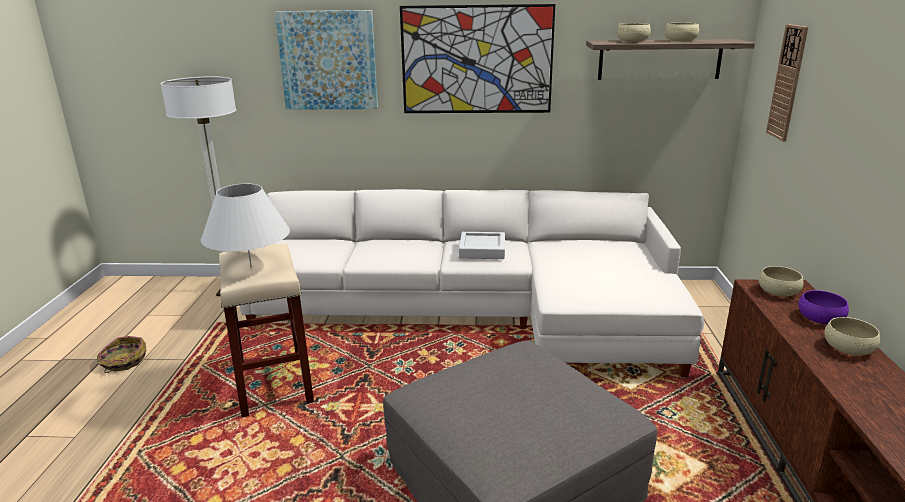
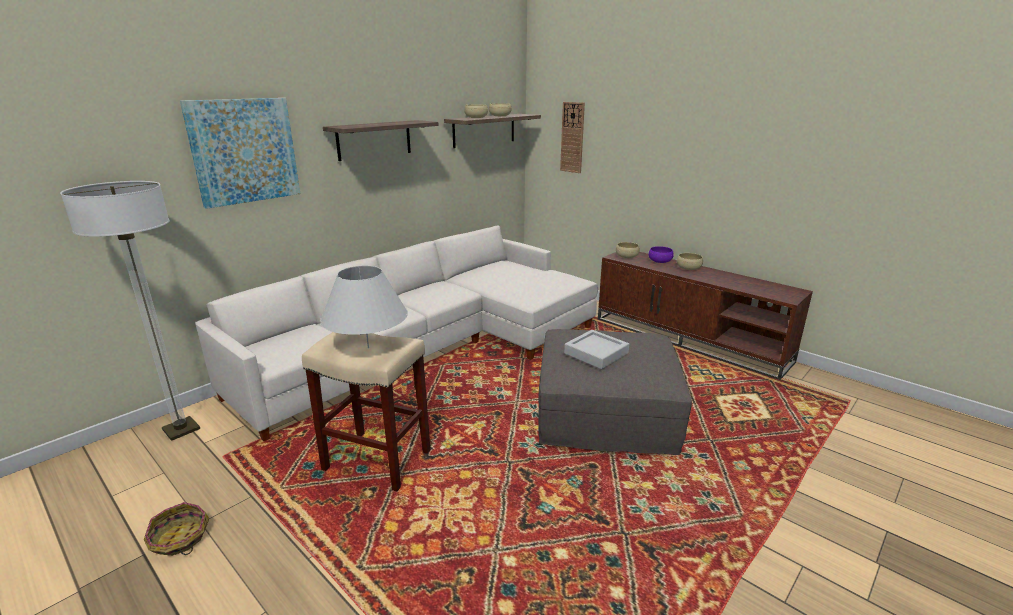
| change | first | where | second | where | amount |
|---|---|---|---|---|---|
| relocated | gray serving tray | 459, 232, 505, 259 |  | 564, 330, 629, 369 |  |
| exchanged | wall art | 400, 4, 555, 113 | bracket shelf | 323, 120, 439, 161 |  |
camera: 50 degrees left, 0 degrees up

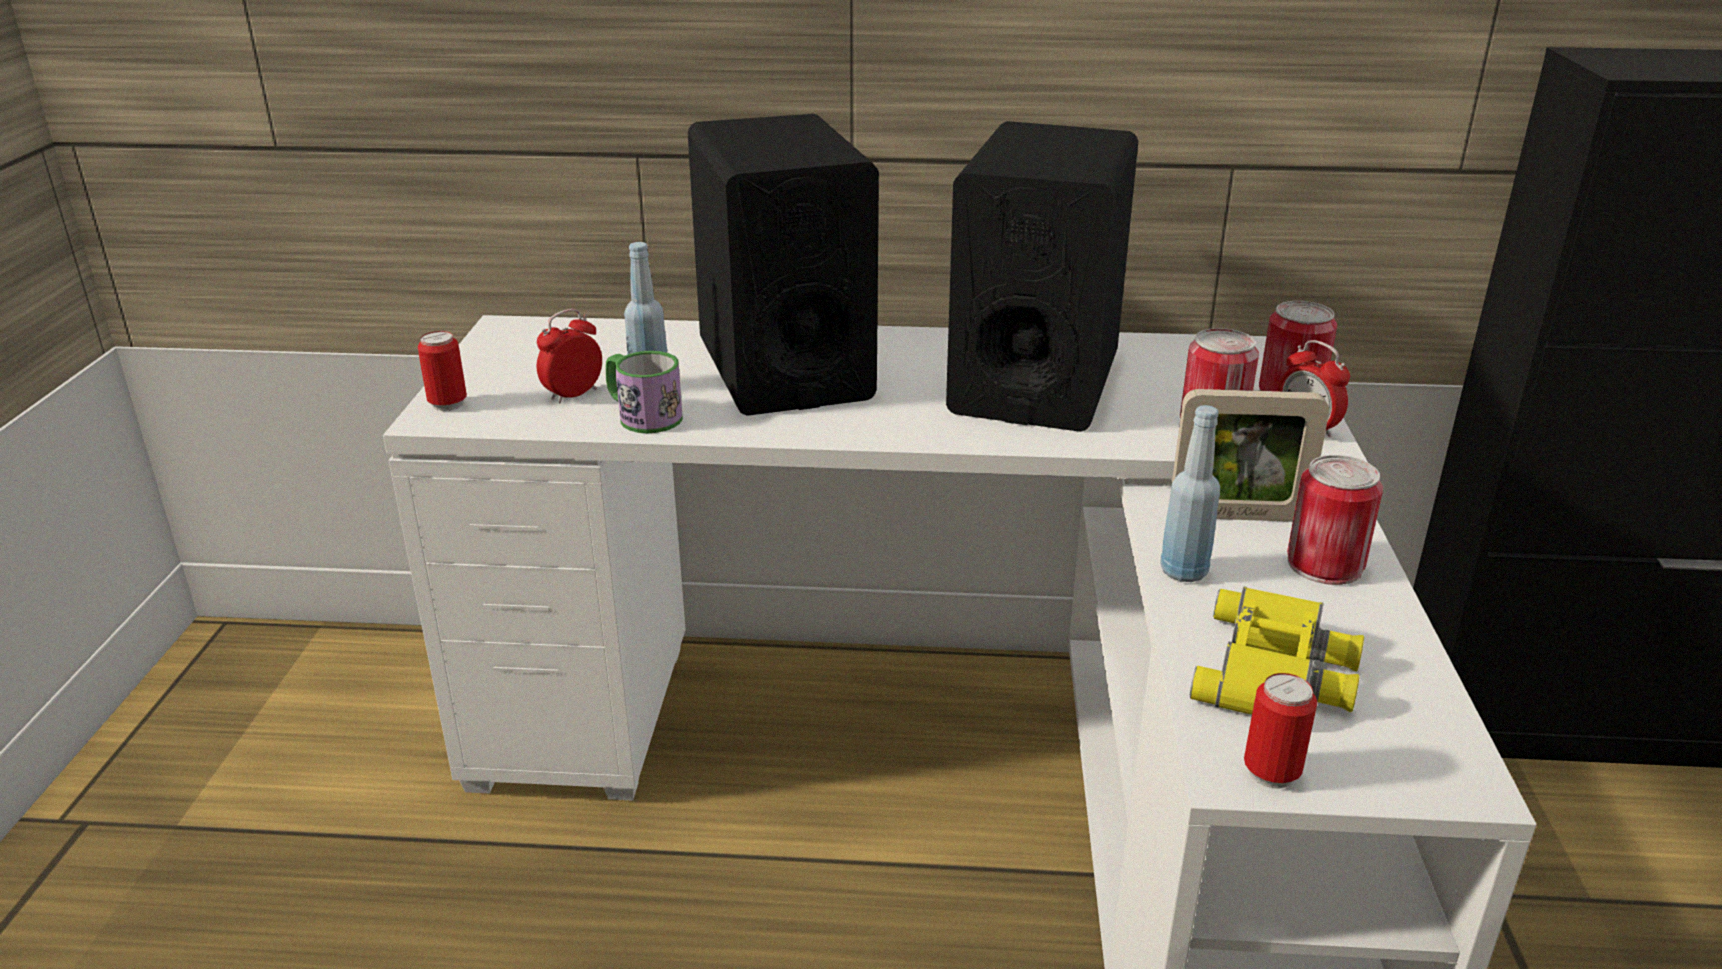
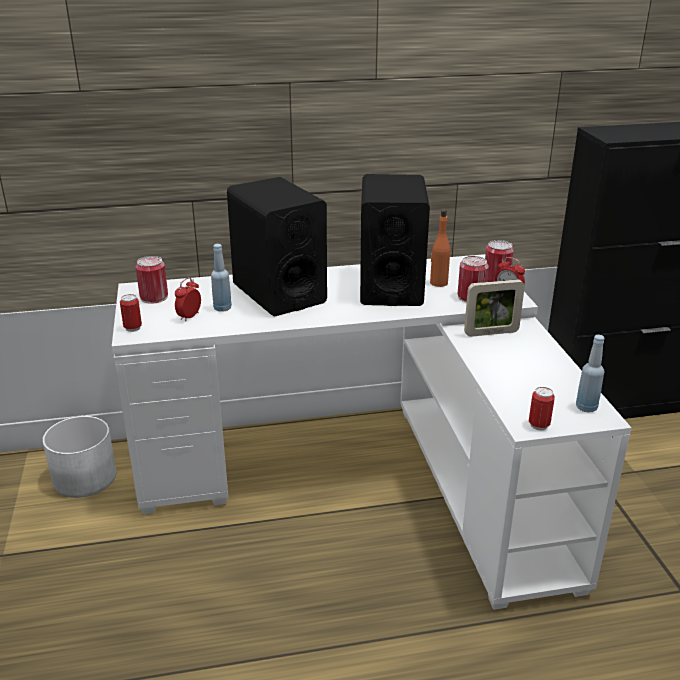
| change | first | where | second | where | amount |
|---|---|---|---|---|---|
| missing | mug | 605, 351, 683, 433 |  |  |  |
| missing | yellowish pair of binoculars | 1190, 587, 1364, 715 |  |  |  |
| appeared |  |  | white planter | 42, 416, 116, 498 |  |
| appeared |  |  | orange-coloured bottle | 430, 210, 450, 287 |  |
| relocated | blue-coloured bottle | 1160, 405, 1220, 582 |  | 576, 335, 605, 413 |  |
| relocated | metal can | 1287, 455, 1383, 585 |  | 136, 256, 168, 304 |  |
camera: 15 degrees left, 0 degrees up

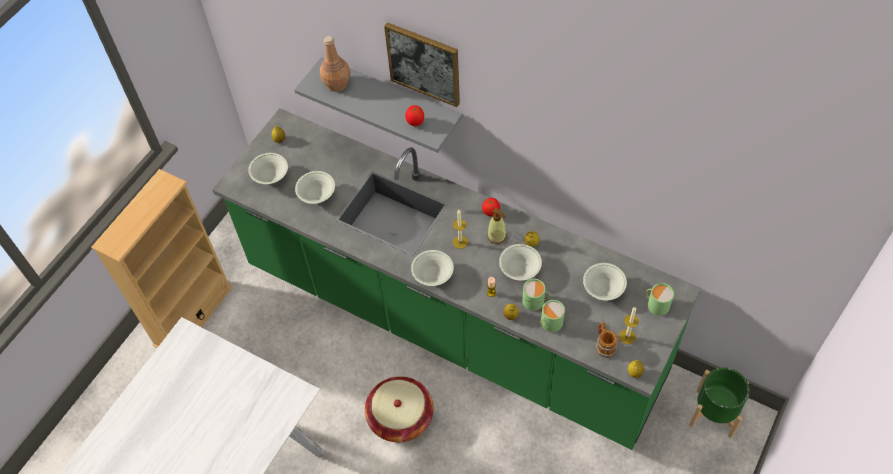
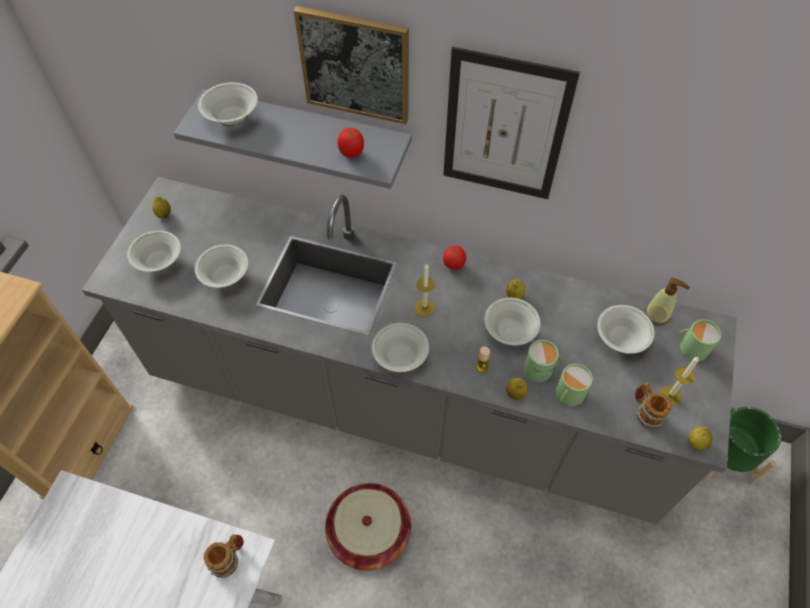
| change | first | where | second | where | amount |
|---|---|---|---|---|---|
| appeared |  |  | mug | 204, 534, 244, 578 |  |
| appeared |  |  | wall art | 443, 47, 580, 199 |  |
| relocated | liquid soap bottle | 487, 208, 506, 244 |  | 645, 277, 689, 326 |  |
| exchanged | brown bottle | 320, 36, 350, 92 | white serving bowl | 198, 82, 258, 126 |  |
| colour | greenish kitchen counter | 212, 108, 702, 450 | gray kitchen counter | 82, 177, 737, 524 |  |
camera: 15 degrees left, 0 degrees up

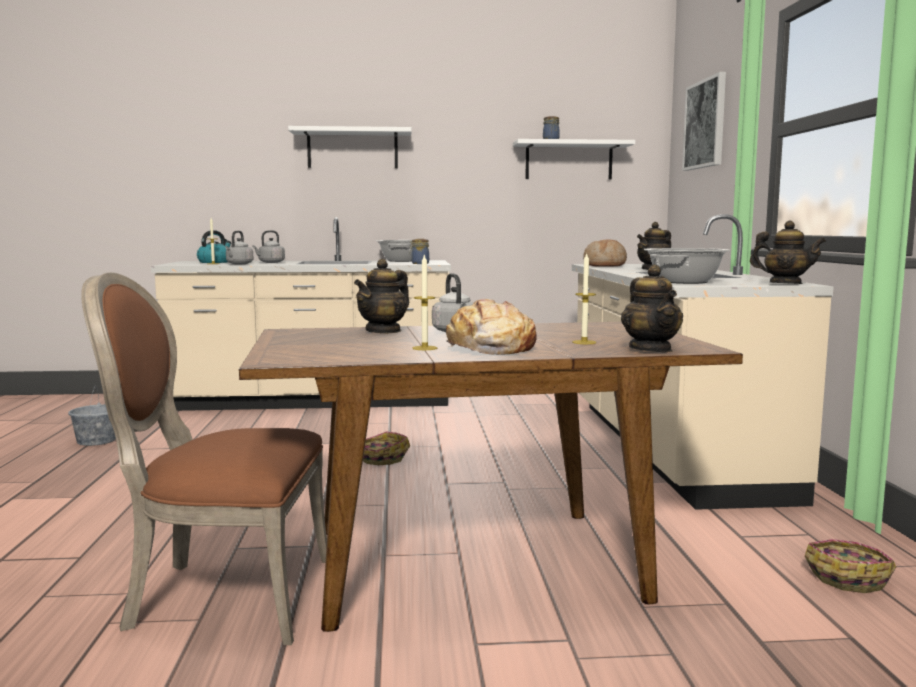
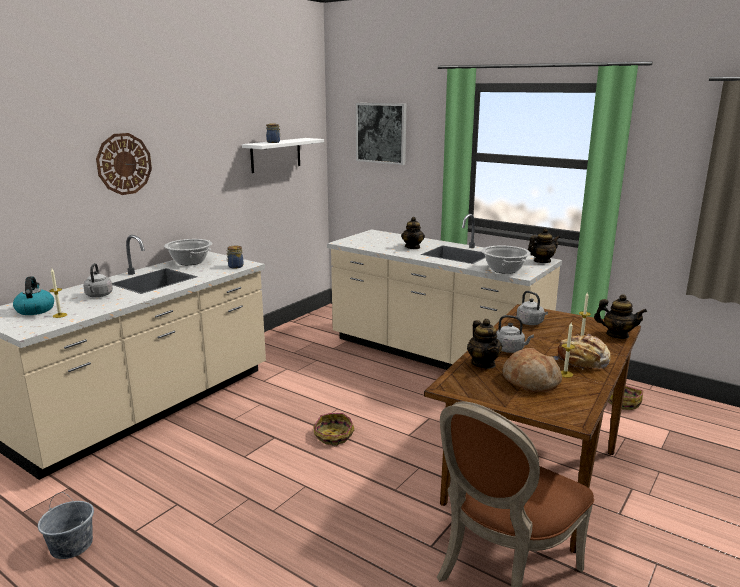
| change | first | where | second | where | amount |
|---|---|---|---|---|---|
| relocated | gray tea kettle | 225, 231, 253, 264 |  | 517, 291, 548, 325 |  |
| relocated | bread | 583, 240, 627, 267 |  | 503, 348, 562, 392 |  |
| exchanged | white bracket shelf | 288, 126, 412, 168 | wall clock | 96, 133, 152, 195 |  |
camera: 50 degrees left, 10 degrees up

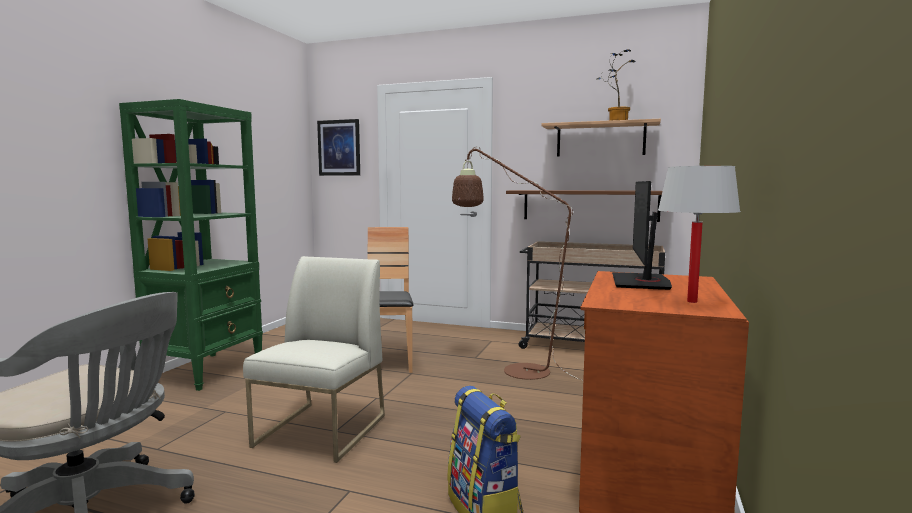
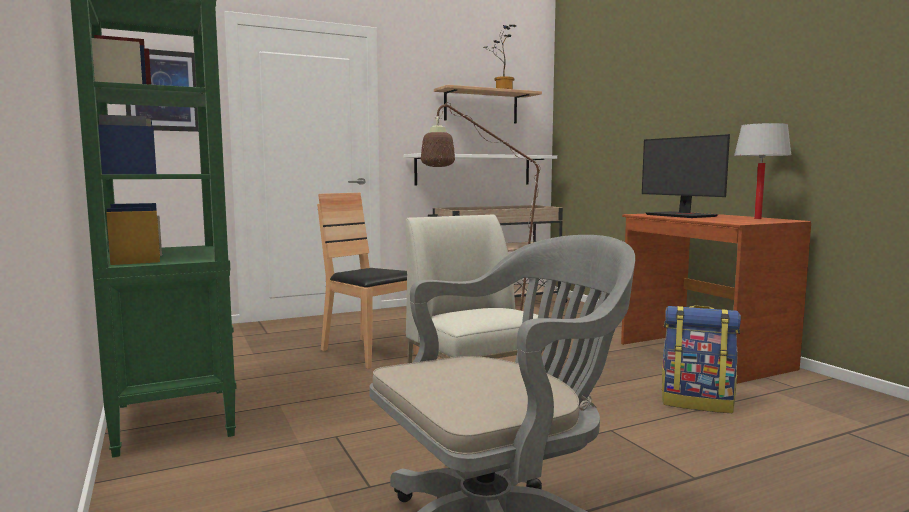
| change | first | where | second | where | amount |
|---|---|---|---|---|---|
| colour | brown bracket shelf | 506, 190, 662, 222 | white bracket shelf | 404, 153, 557, 185 |  |
camera: 45 degrees left, 0 degrees up

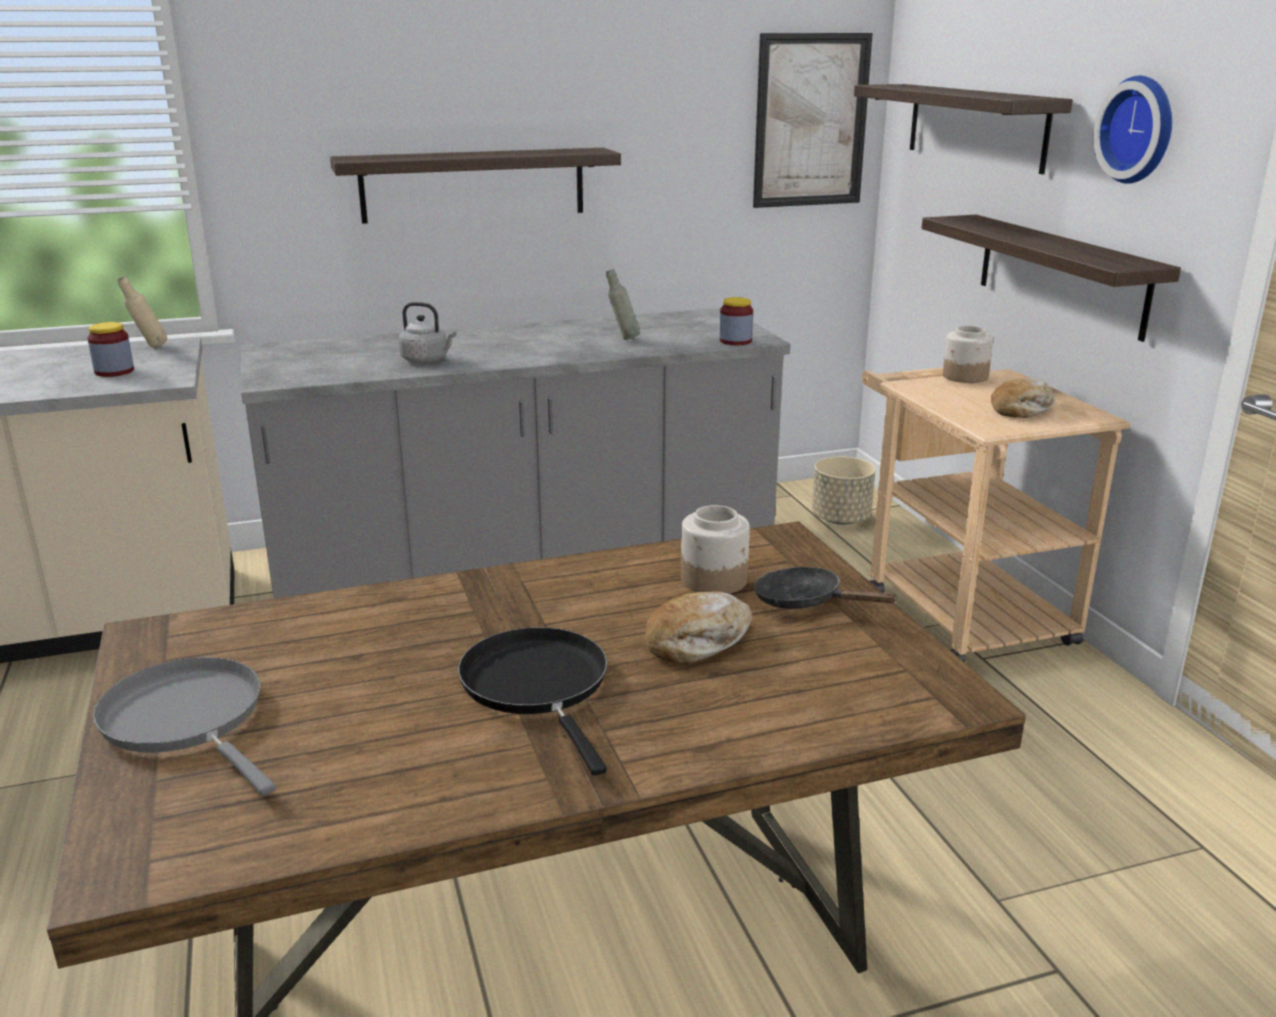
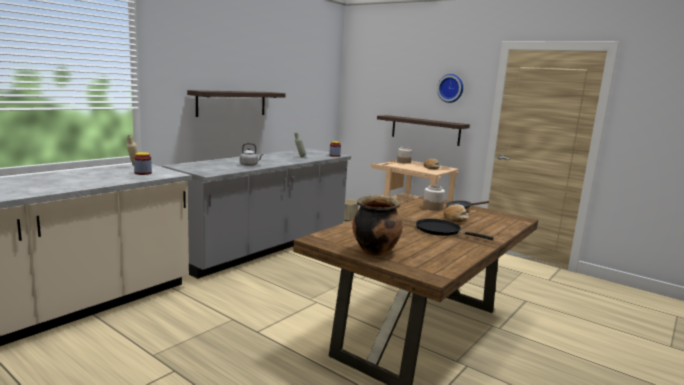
| change | first | where | second | where | amount |
|---|---|---|---|---|---|
| missing | wall art | 753, 33, 873, 208 |  |  |  |
| missing | bracket shelf | 854, 84, 1073, 174 |  |  |  |
| exchanged | gray frying pan | 93, 657, 276, 796 | cooking pot | 352, 195, 403, 256 |  |
camera: 35 degrees left, 10 degrees down

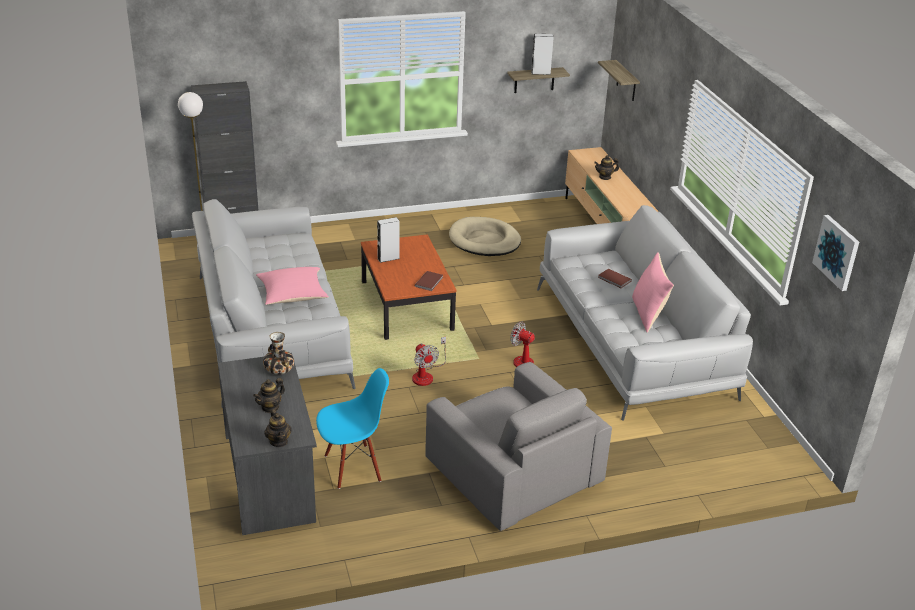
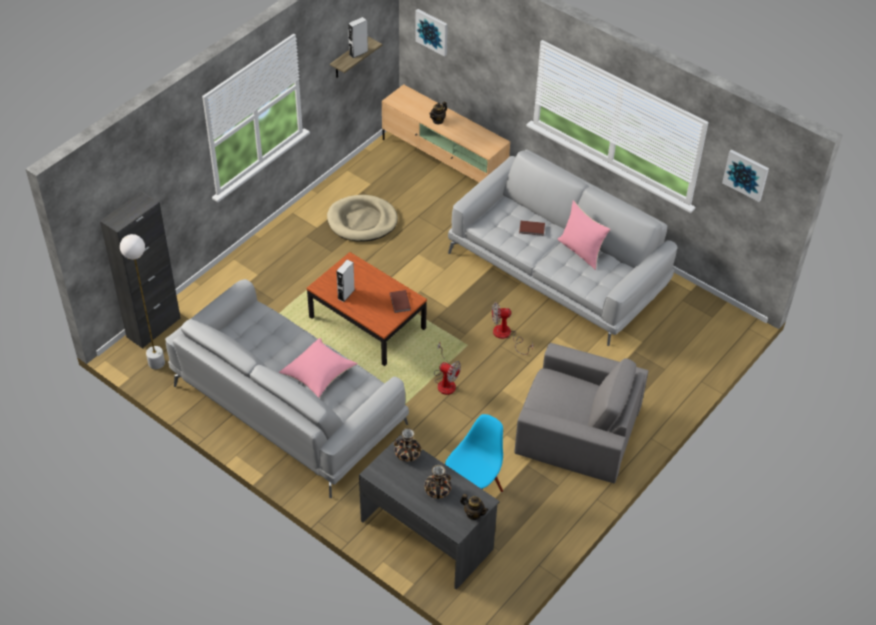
| change | first | where | second | where | amount |
|---|---|---|---|---|---|
| exchanged | teapot | 253, 378, 285, 413 | flower vase | 424, 465, 451, 499 |  |
| exchanged | bracket shelf | 598, 60, 640, 101 | wall art | 415, 9, 448, 57 |  |
camera: 35 degrees left, 15 degrees up

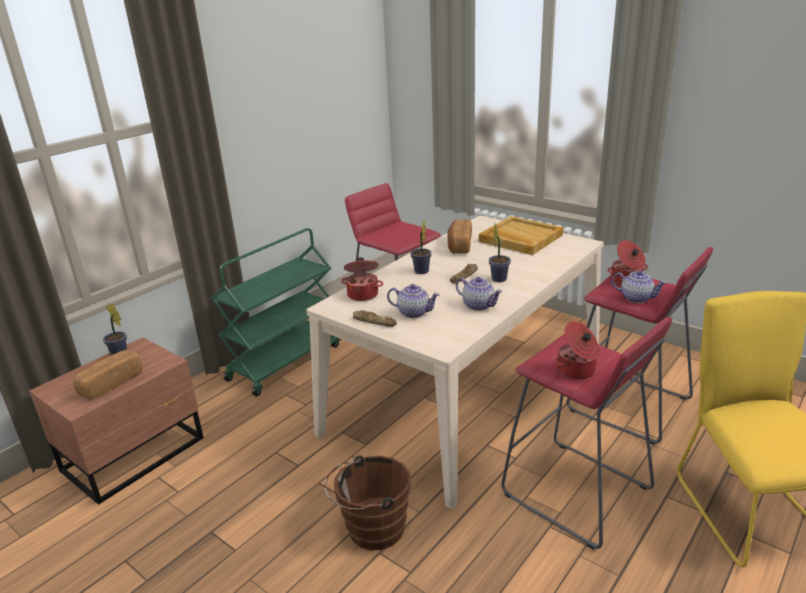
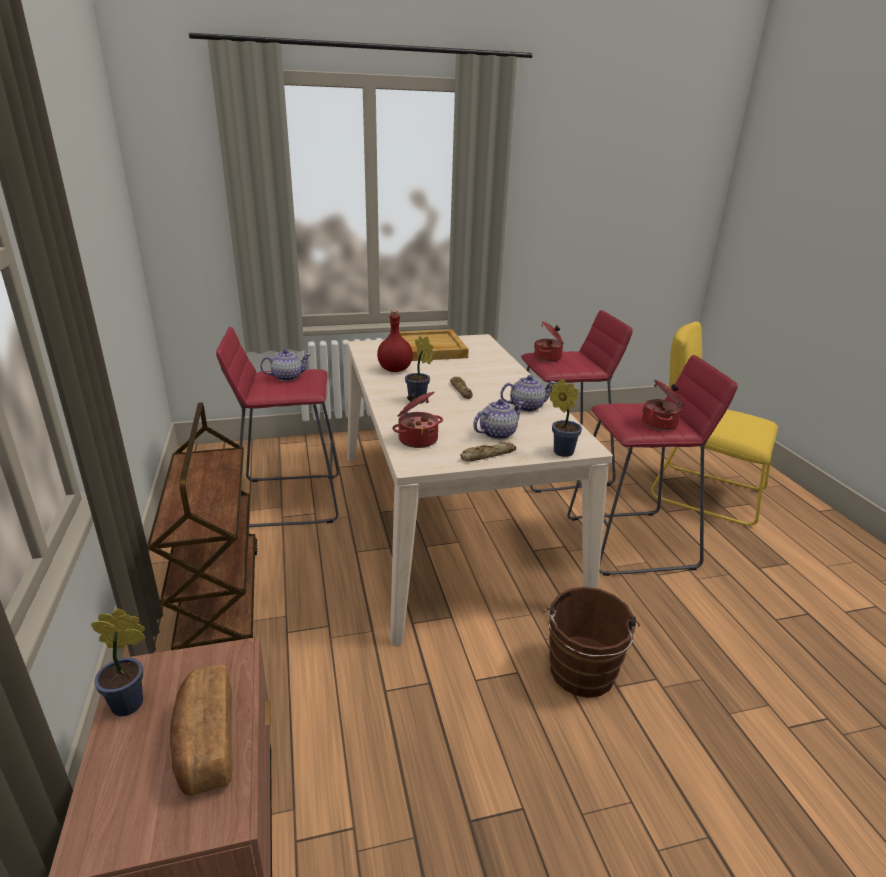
| change | first | where | second | where | amount |
|---|---|---|---|---|---|
| relocated | plant in a pot | 489, 223, 511, 282 |  | 549, 379, 582, 457 |  |
| relocated | teapot | 612, 270, 667, 303 |  | 260, 349, 311, 381 |  |
| exchanged | bread | 447, 219, 472, 254 | red-coloured bottle | 377, 310, 413, 372 |  |
| colour | greenish wheeled cart | 211, 228, 340, 396 | brown wheeled cart | 147, 402, 258, 650 |  |
camera: 55 degrees left, 0 degrees up

